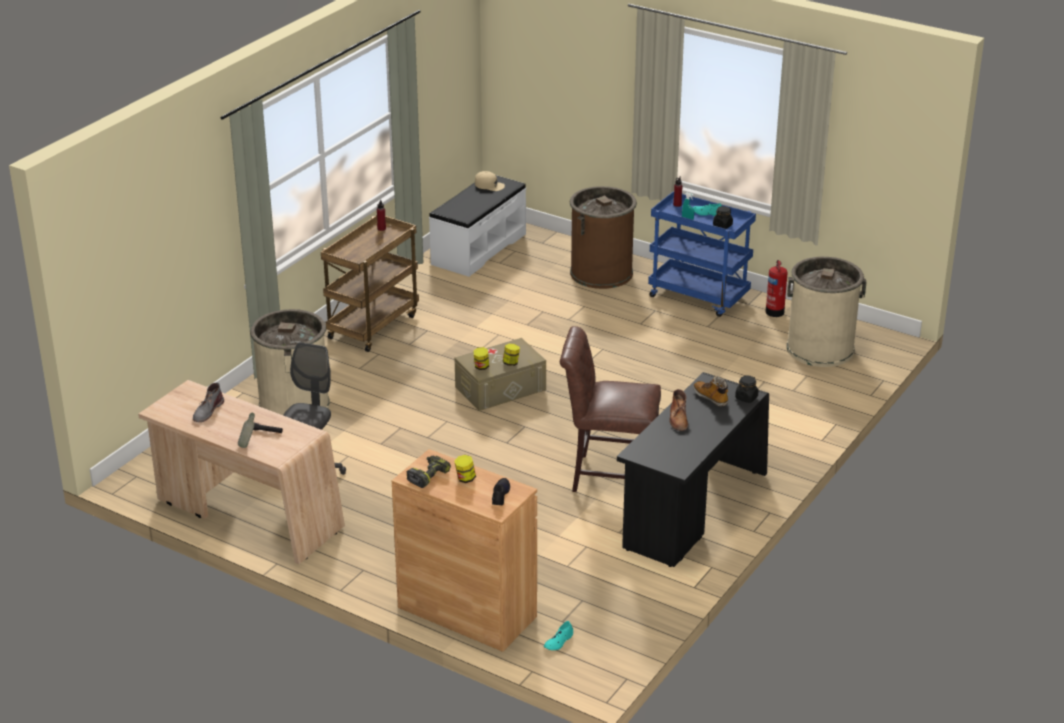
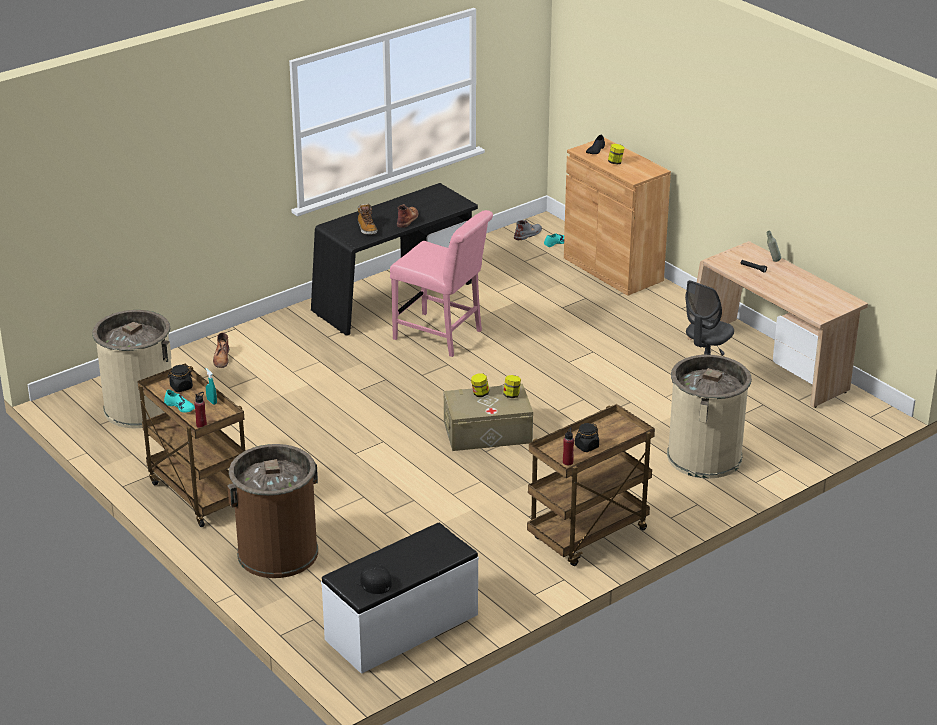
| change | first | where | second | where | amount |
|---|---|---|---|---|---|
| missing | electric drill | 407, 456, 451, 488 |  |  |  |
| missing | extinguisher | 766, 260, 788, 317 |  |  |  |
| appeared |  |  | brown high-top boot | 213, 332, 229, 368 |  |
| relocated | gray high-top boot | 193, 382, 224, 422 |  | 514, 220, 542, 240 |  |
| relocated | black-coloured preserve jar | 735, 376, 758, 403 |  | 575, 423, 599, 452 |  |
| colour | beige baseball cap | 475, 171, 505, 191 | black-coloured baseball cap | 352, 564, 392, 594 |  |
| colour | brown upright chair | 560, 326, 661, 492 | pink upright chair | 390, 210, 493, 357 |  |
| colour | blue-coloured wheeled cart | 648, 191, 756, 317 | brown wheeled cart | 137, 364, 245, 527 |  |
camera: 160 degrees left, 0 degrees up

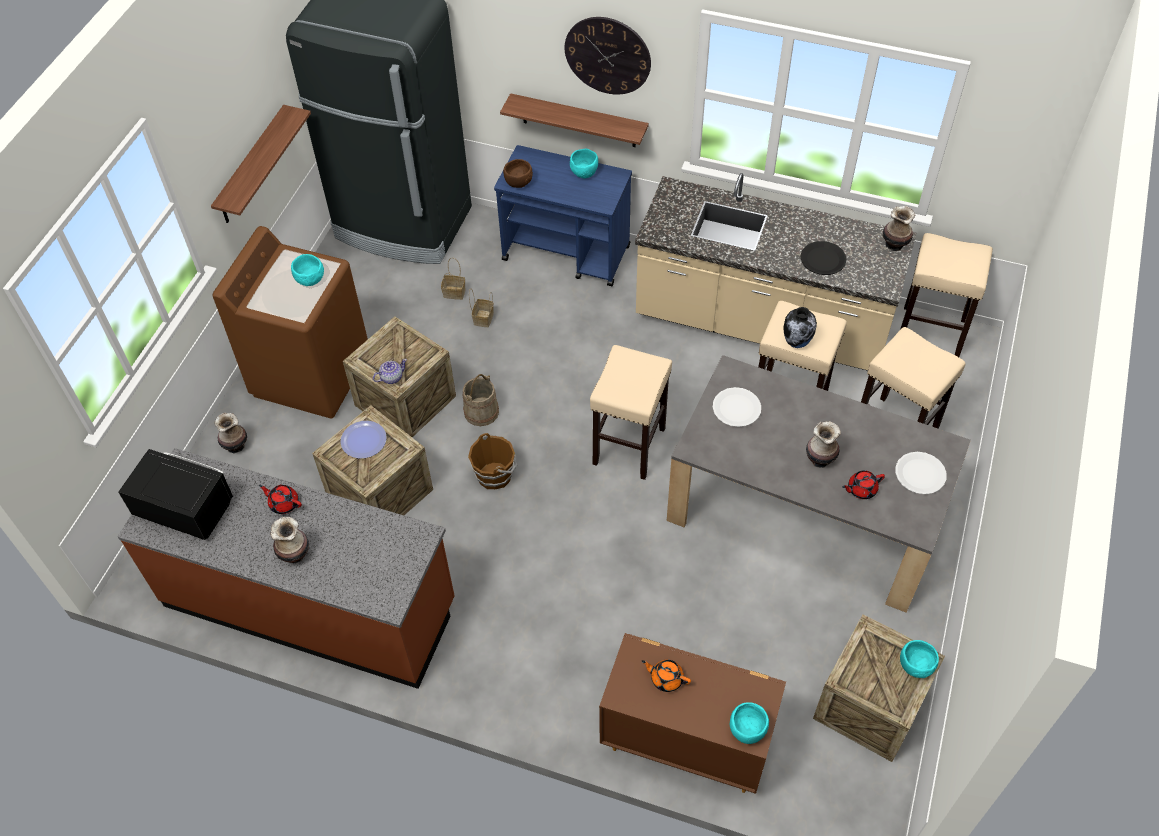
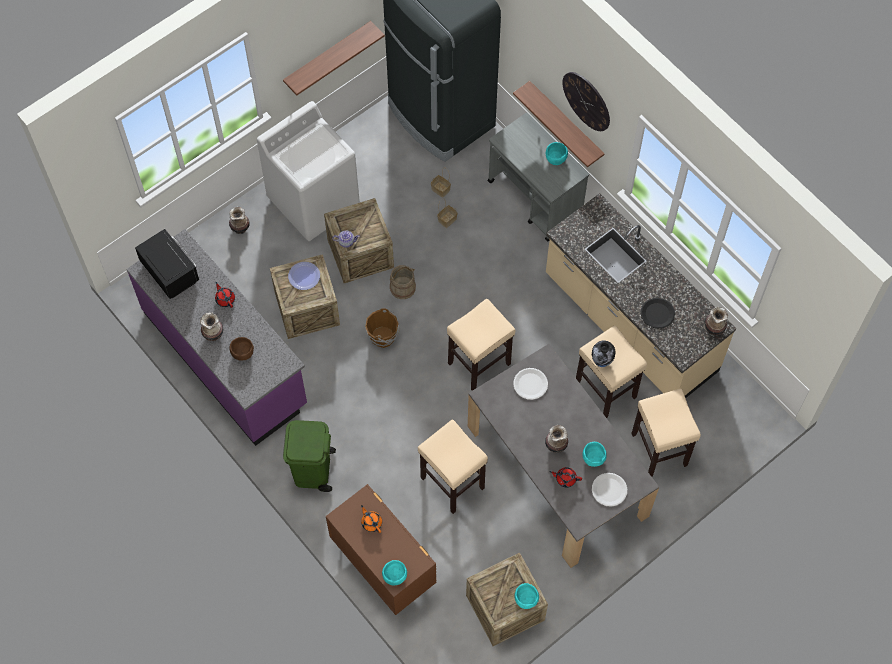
| change | first | where | second | where | amount |
|---|---|---|---|---|---|
| appeared |  |  | greenish rubbish bin | 283, 420, 336, 492 |  |
| relocated | turquoise-coloured serving bowl | 291, 254, 324, 286 |  | 583, 442, 607, 467 |  |
| relocated | brown serving bowl | 503, 159, 533, 188 |  | 230, 337, 254, 361 |  |
| relocated | beige sitting stool | 900, 233, 993, 357 |  | 418, 420, 488, 514 |  |
| colour | brown kitchen counter | 118, 448, 455, 689 | purple-coloured kitchen counter | 126, 229, 307, 446 |  |
| colour | brown laundry appliance | 213, 226, 368, 418 | white laundry appliance | 257, 101, 360, 241 |  |
| colour | blue-coloured wheeled cart | 494, 145, 632, 286 | gray wheeled cart | 488, 113, 589, 241 |  |
camera: 30 degrees right, 10 degrees up

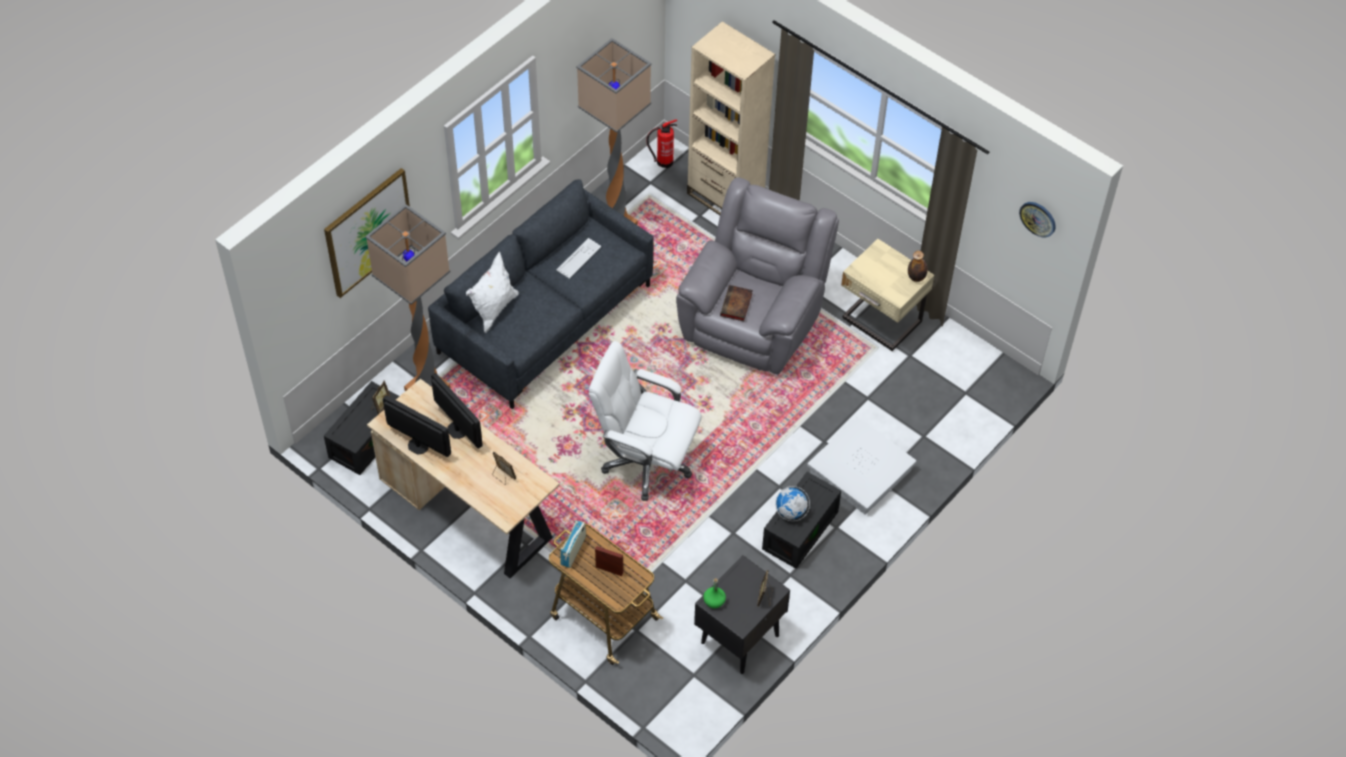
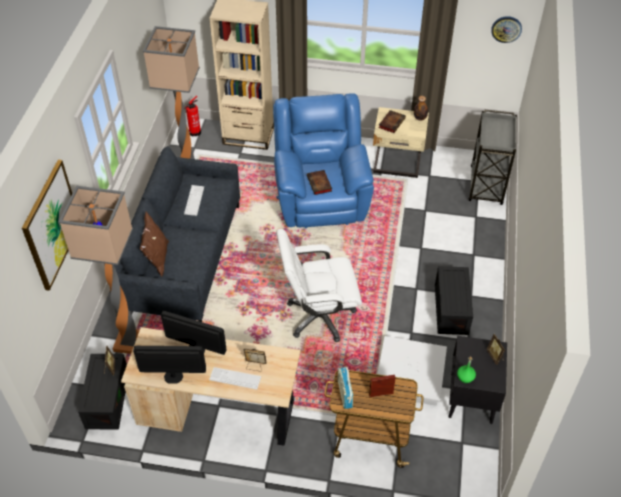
| change | first | where | second | where | amount |
|---|---|---|---|---|---|
| missing | globe | 775, 486, 810, 521 |  |  |  |
| appeared |  |  | keyboard | 209, 367, 261, 390 |  |
| appeared |  |  | book | 379, 110, 406, 133 |  |
| appeared |  |  | gray wheeled cart | 468, 110, 517, 205 |  |
| relocated | white storage bin | 807, 417, 917, 515 |  | 378, 336, 447, 406 |  |
| colour | white throw pillow | 466, 252, 519, 333 | brown throw pillow | 139, 212, 169, 276 |  |
| colour | gray armchair | 676, 177, 839, 374 | blue-coloured armchair | 273, 93, 374, 228 |  |
camera: 30 degrees left, 5 degrees down

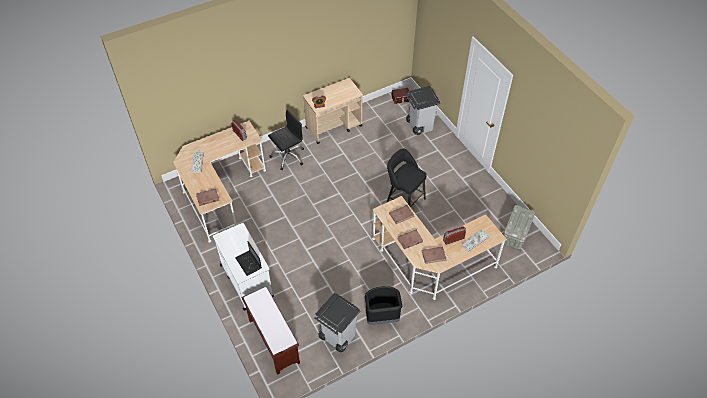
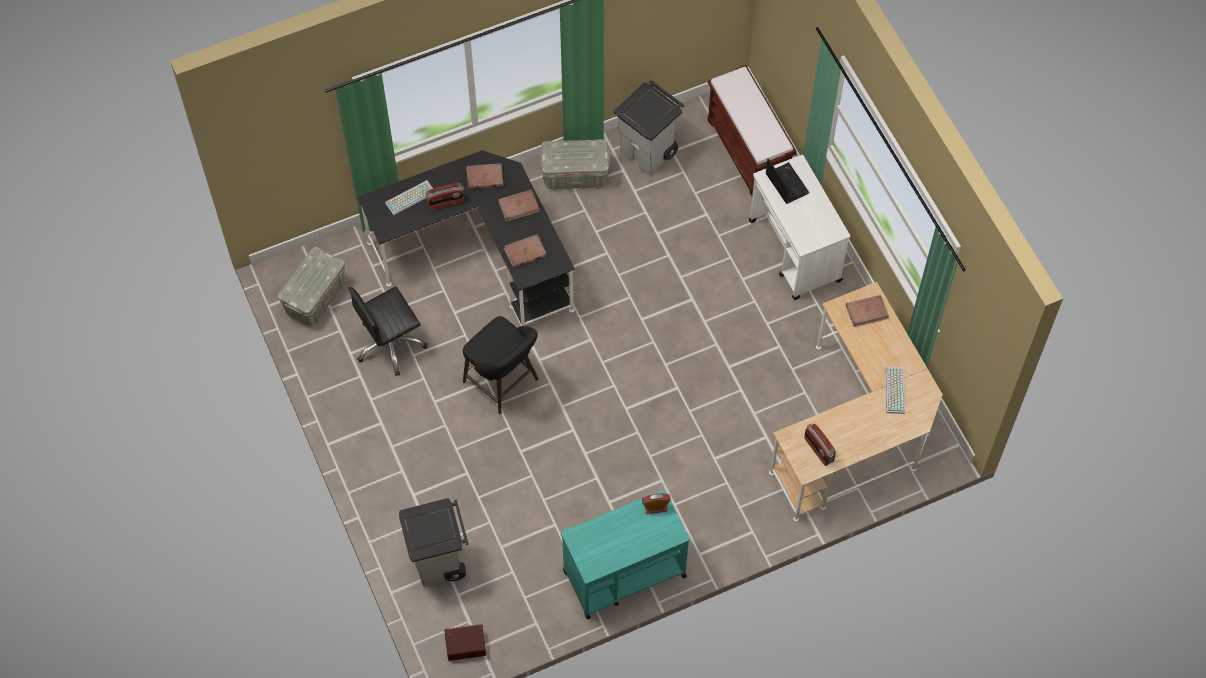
| change | first | where | second | where | amount |
|---|---|---|---|---|---|
| relocated | black-coloured office chair | 268, 109, 304, 170 |  | 348, 286, 428, 376 |  |
| exchanged | black-coloured rubbish bin | 365, 286, 402, 325 | gray storage bin | 540, 139, 610, 191 |  |
| colour | beige wheeled cart | 303, 78, 363, 144 | turquoise-coloured wheeled cart | 561, 489, 690, 619 |  |
| colour | beige desk | 372, 196, 507, 300 | black-coloured desk | 358, 150, 575, 326 |  |
camera: 175 degrees left, 10 degrees up

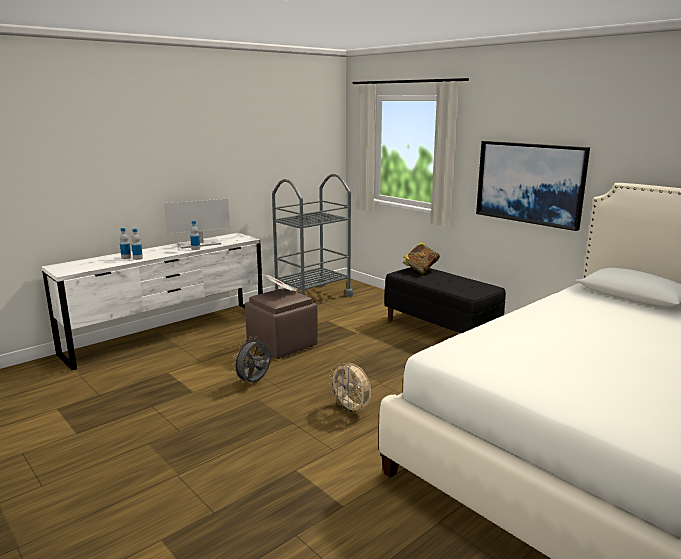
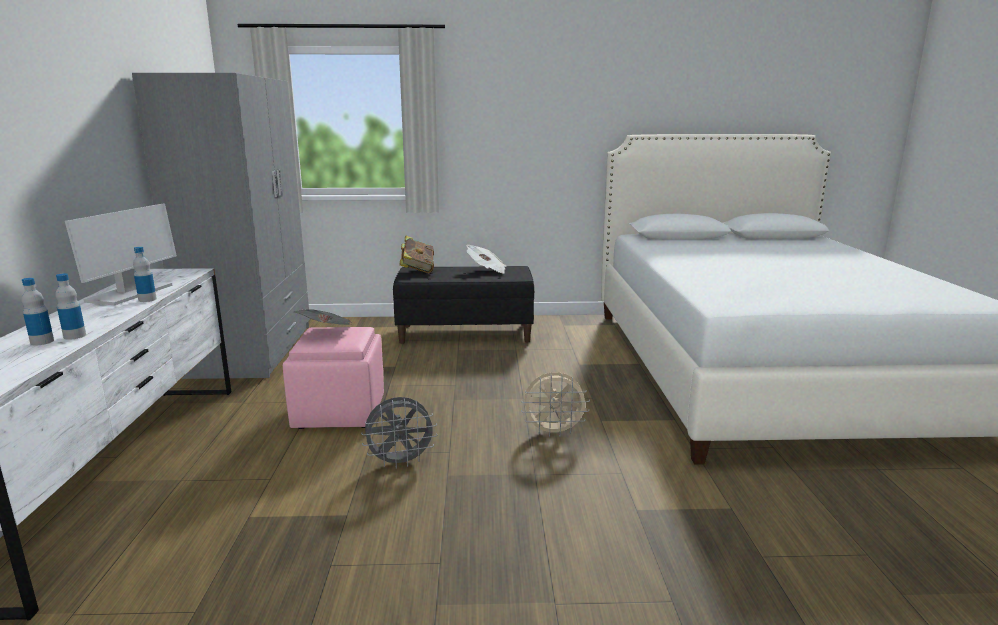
| change | first | where | second | where | amount |
|---|---|---|---|---|---|
| missing | wall art | 476, 141, 590, 231 |  |  |  |
| appeared |  |  | newspaper | 467, 245, 506, 274 |  |
| exchanged | gray wheeled cart | 272, 174, 353, 297 | gray clothes cupboard | 132, 73, 310, 379 |  |
| colour | brown footrest | 245, 288, 318, 359 | pink footrest | 283, 327, 384, 429 |  |
| spun | gray cooling fan | 232, 336, 271, 383 |  | 361, 397, 437, 469 | 90 degrees counterclockwise |
camera: 50 degrees left, 0 degrees up

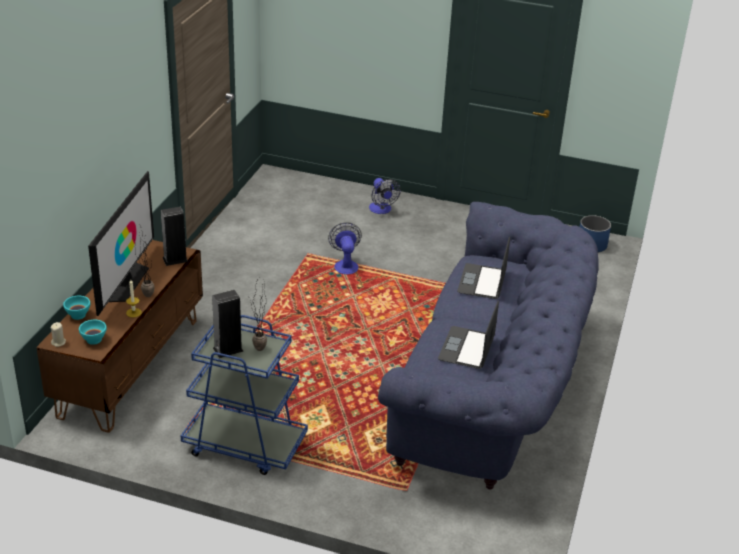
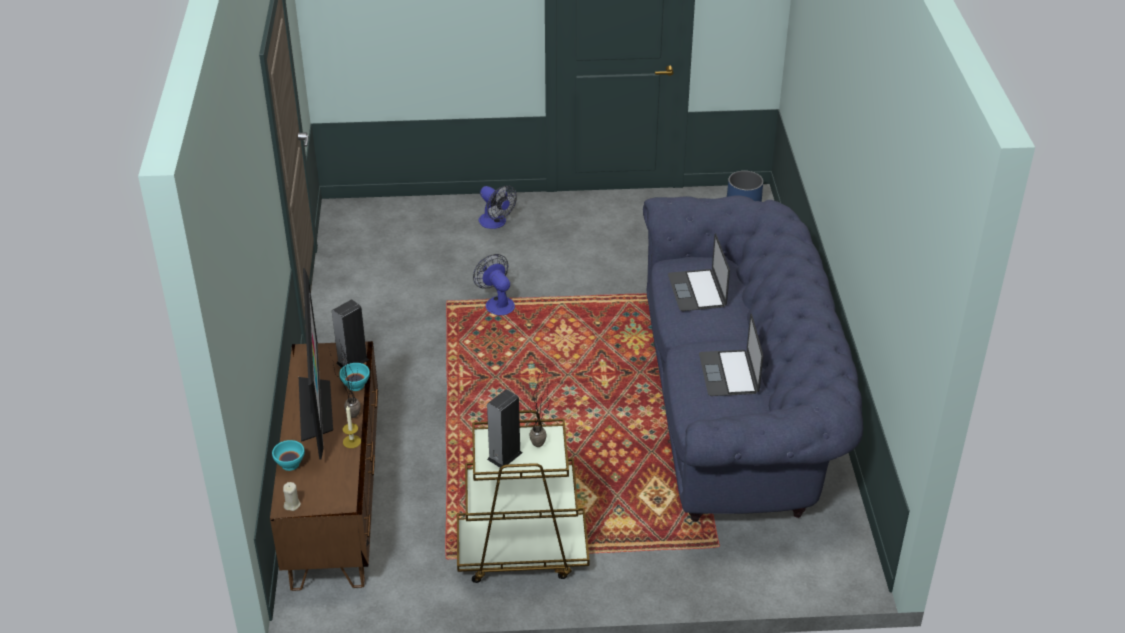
| change | first | where | second | where | amount |
|---|---|---|---|---|---|
| relocated | turquoise-coloured serving bowl | 79, 320, 107, 345 |  | 339, 363, 370, 391 |  |
| colour | blue-coloured wheeled cart | 181, 315, 308, 475 | brown wheeled cart | 457, 410, 589, 583 |  |
camera: 20 degrees left, 5 degrees up

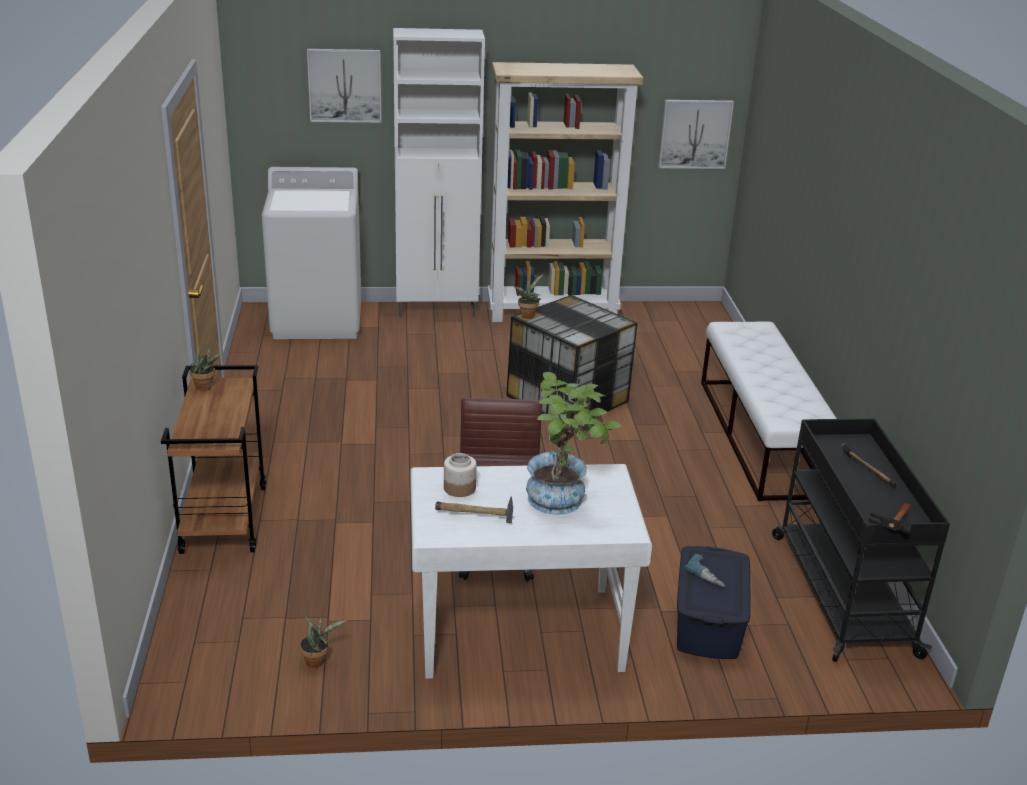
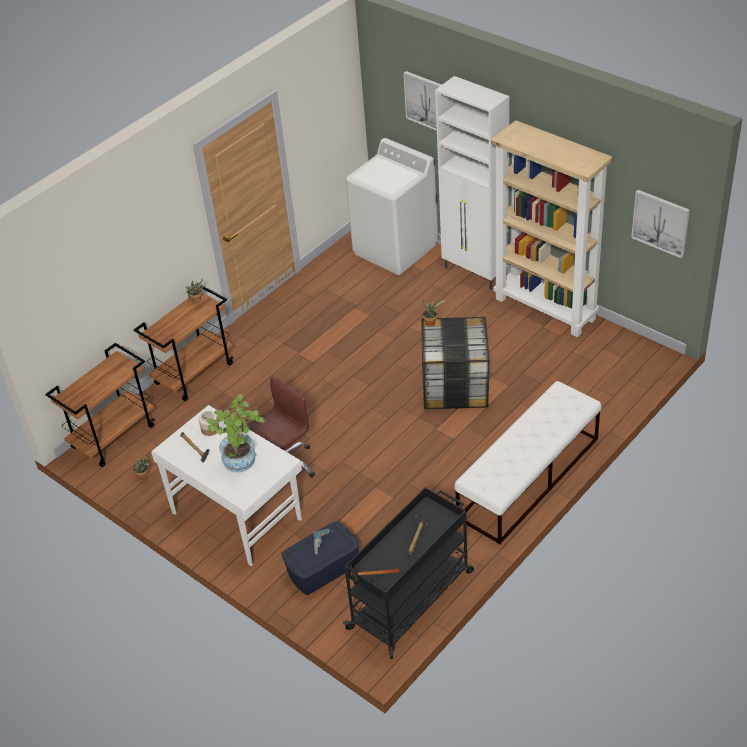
| change | first | where | second | where | amount |
|---|---|---|---|---|---|
| appeared |  |  | brown wheeled cart | 45, 343, 155, 467 |  |
camera: 50 degrees right, 15 degrees up

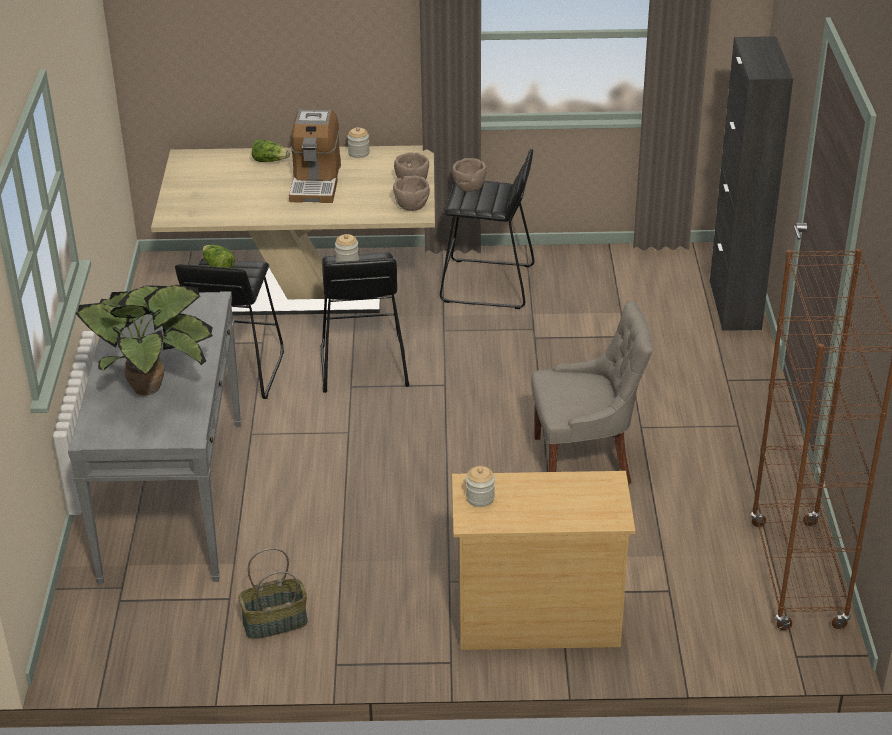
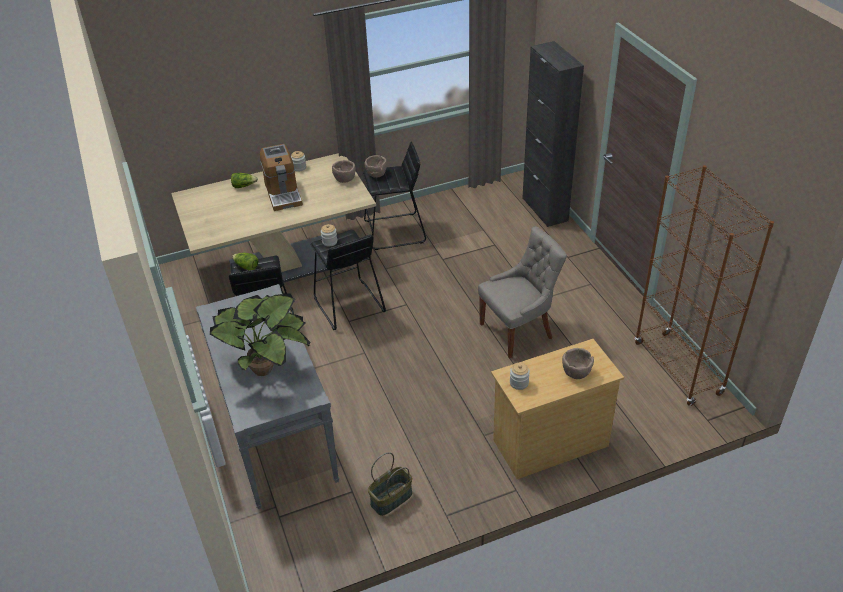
| change | first | where | second | where | amount |
|---|---|---|---|---|---|
| relocated | brown serving bowl | 393, 176, 430, 211 |  | 562, 348, 594, 379 |  |
camera: 20 degrees left, 5 degrees up

